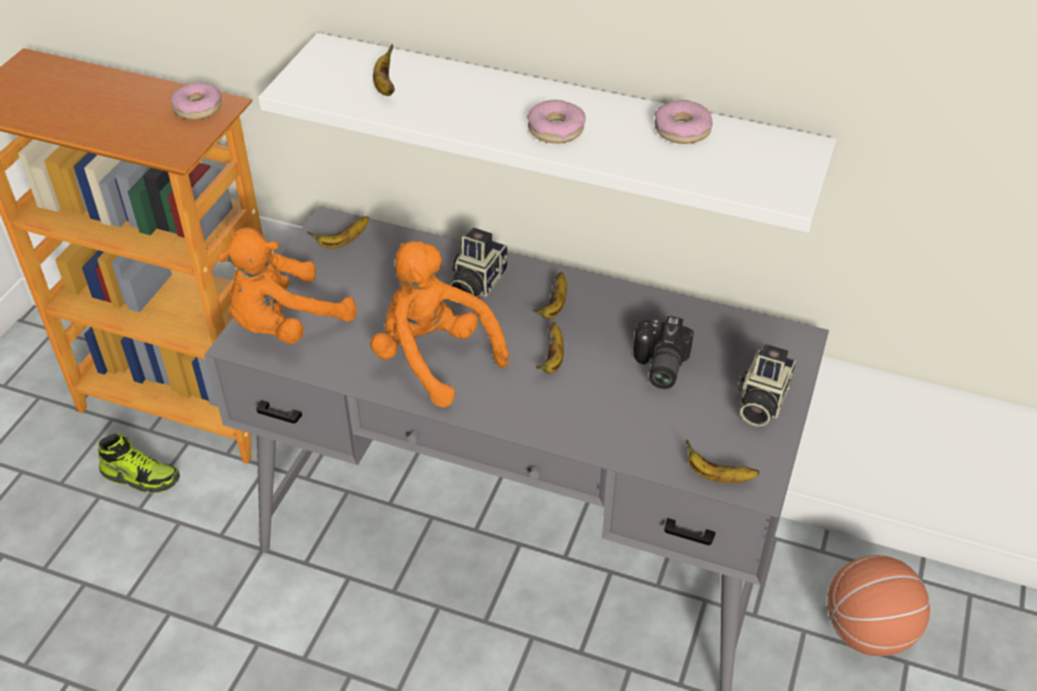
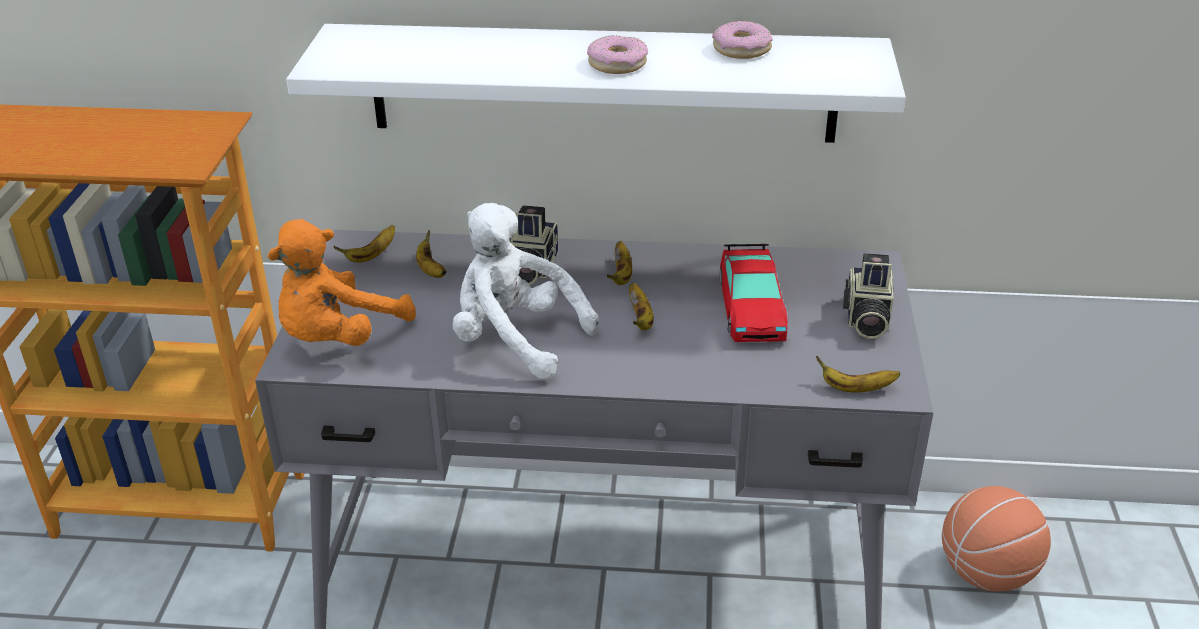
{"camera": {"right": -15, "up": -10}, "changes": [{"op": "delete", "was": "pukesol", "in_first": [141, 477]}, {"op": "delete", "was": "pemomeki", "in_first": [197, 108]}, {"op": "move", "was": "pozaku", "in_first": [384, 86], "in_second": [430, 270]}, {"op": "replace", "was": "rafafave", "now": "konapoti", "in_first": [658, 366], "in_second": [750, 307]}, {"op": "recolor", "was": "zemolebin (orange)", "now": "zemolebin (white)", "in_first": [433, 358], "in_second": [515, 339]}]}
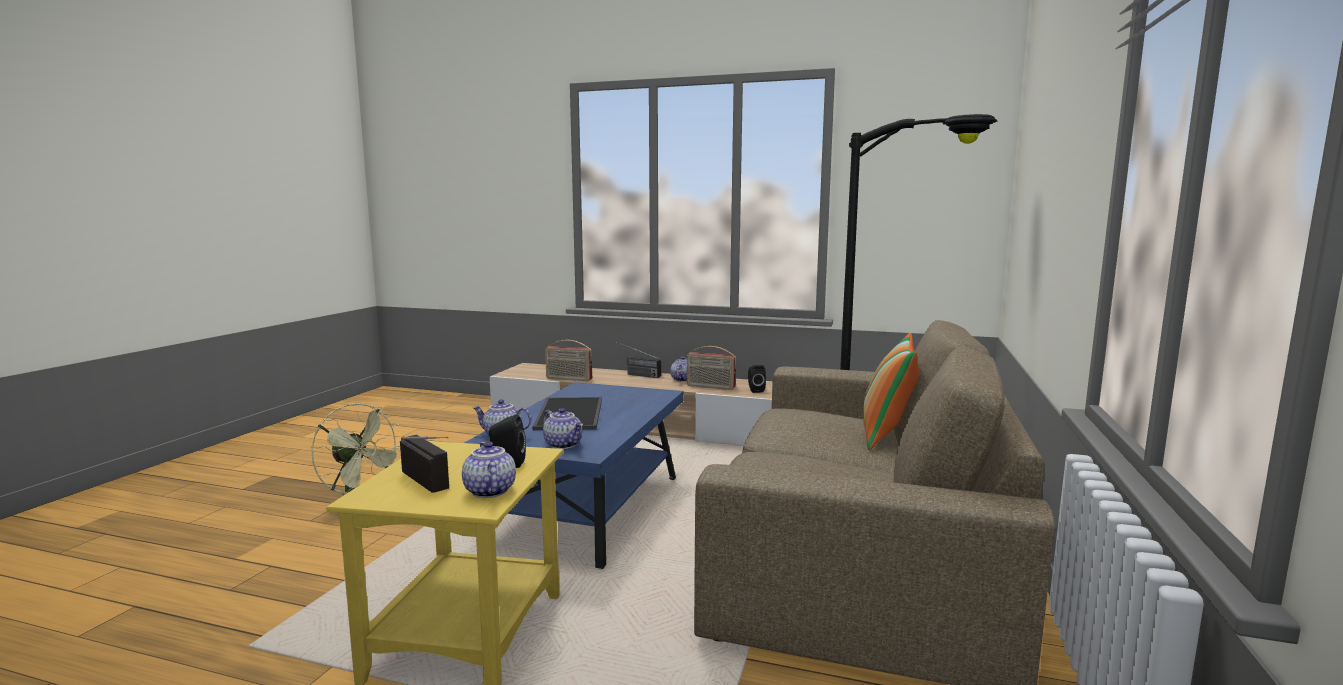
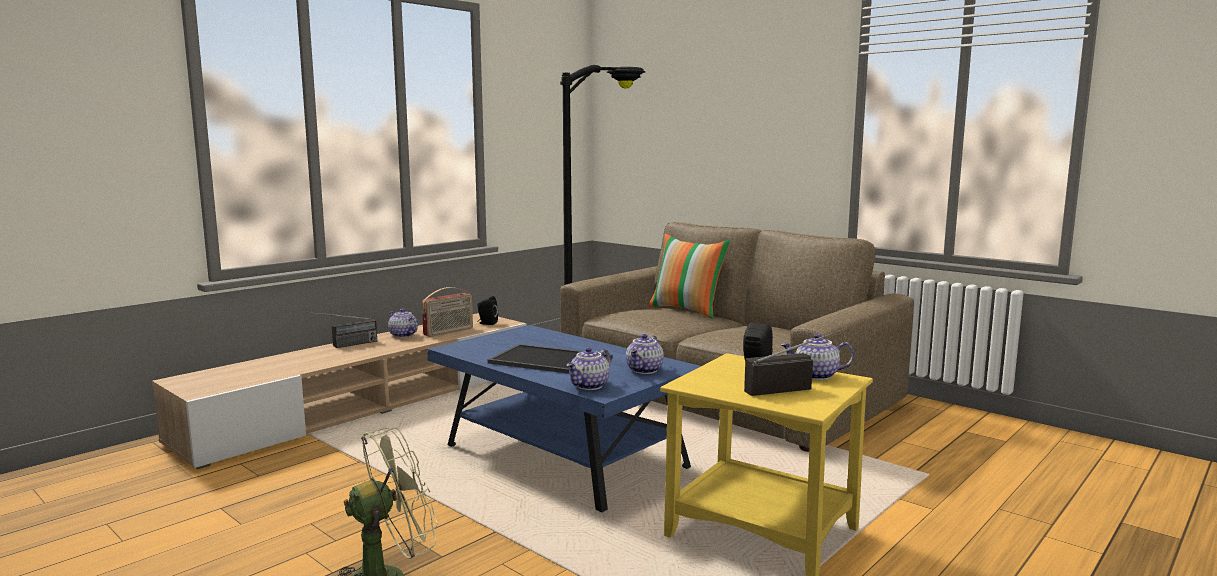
{"camera": {"right": -65, "up": 0}, "changes": [{"op": "delete", "was": "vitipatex", "in_first": [568, 379]}, {"op": "rotate", "was": "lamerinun", "in_first": [564, 445], "in_second": [645, 370], "clockwise": 135}]}
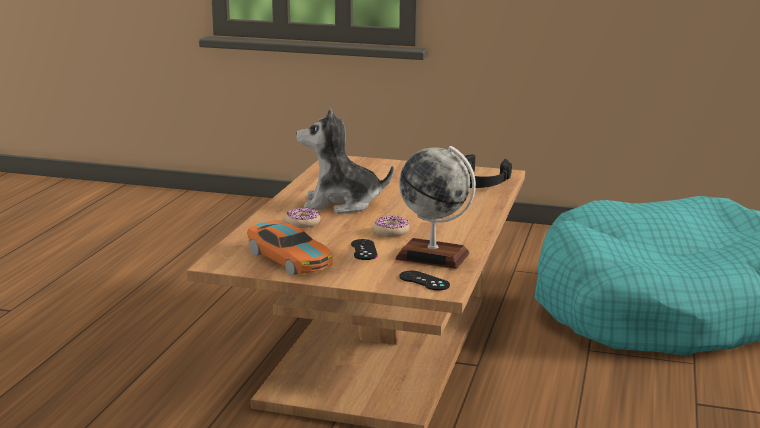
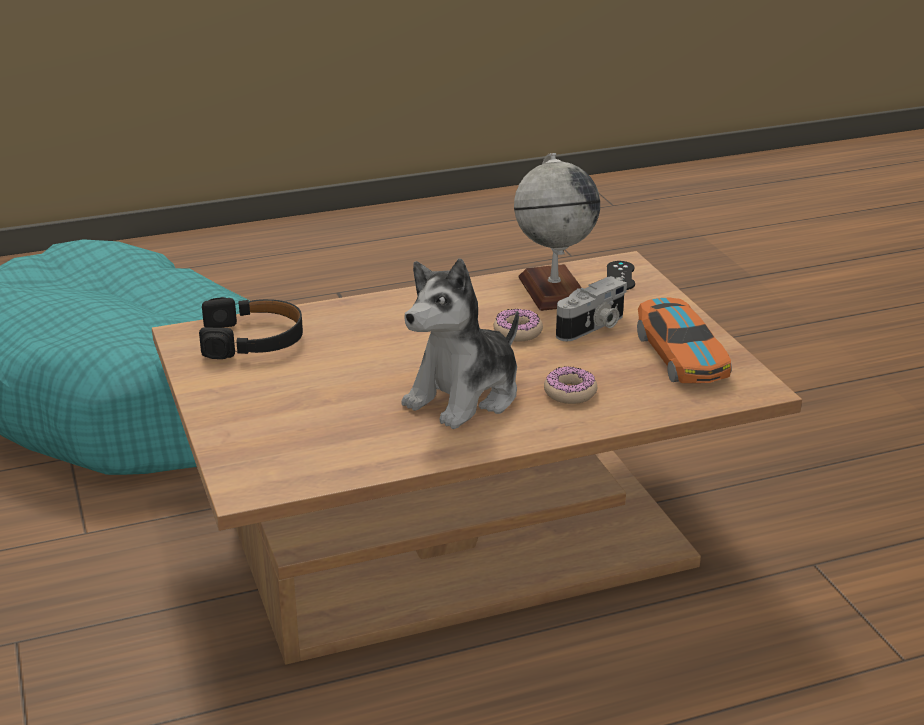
{"camera": {"right": -125, "up": 10}, "changes": [{"op": "replace", "was": "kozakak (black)", "now": "rafafave", "in_first": [364, 250], "in_second": [593, 327]}, {"op": "rotate", "was": "konapoti", "in_first": [289, 259], "in_second": [681, 355], "clockwise": 150}, {"op": "rotate", "was": "zemolebin", "in_first": [341, 204], "in_second": [465, 396], "clockwise": 75}]}
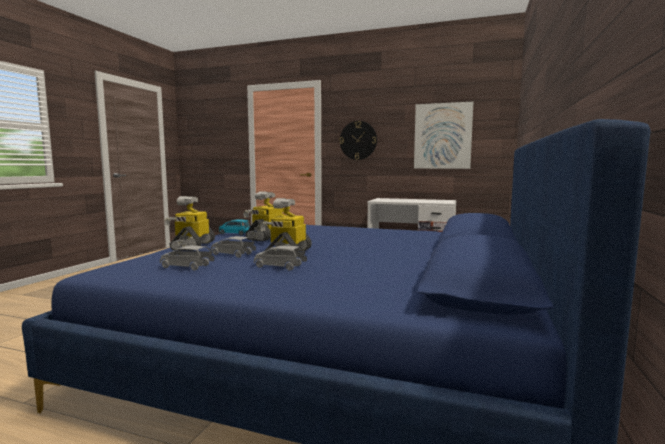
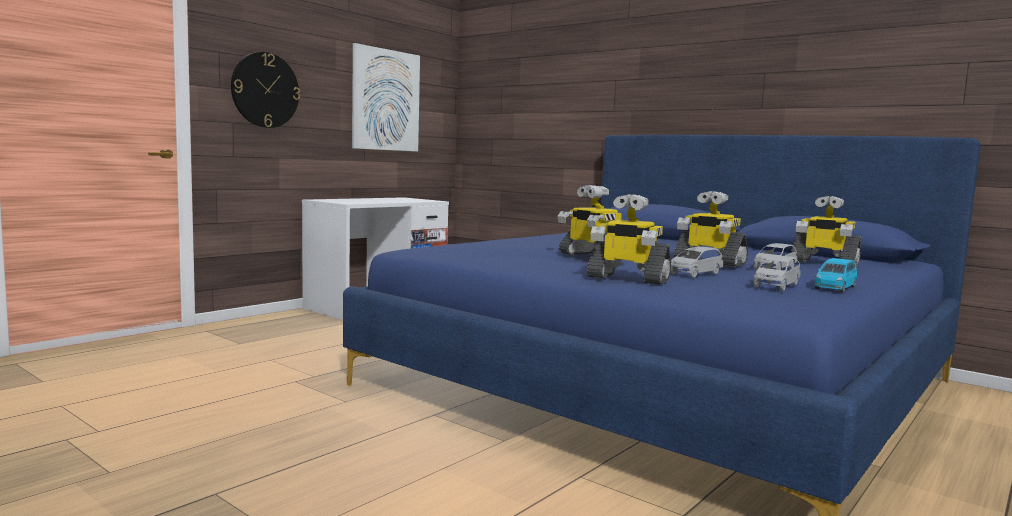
{"camera": {"right": -70, "up": 0}, "changes": [{"op": "insert", "now": "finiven", "in_second": [823, 263]}, {"op": "move", "was": "konapoti (blue)", "in_first": [234, 233], "in_second": [835, 288]}]}
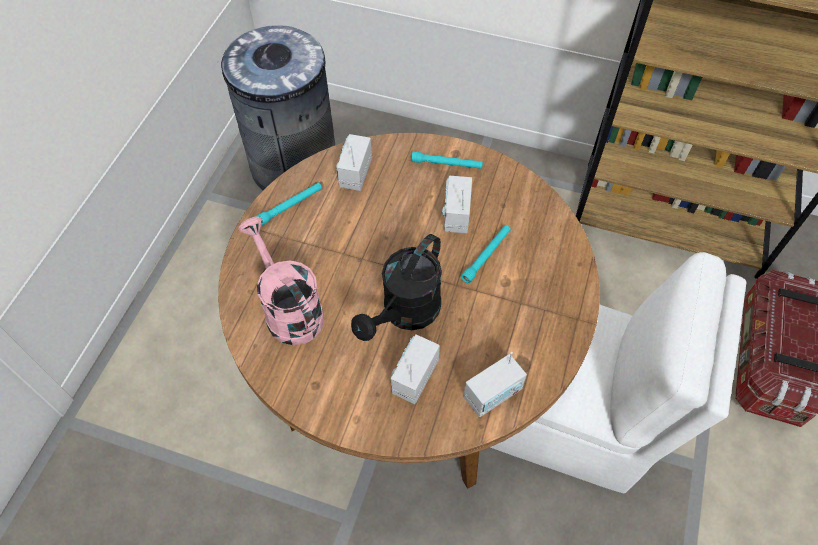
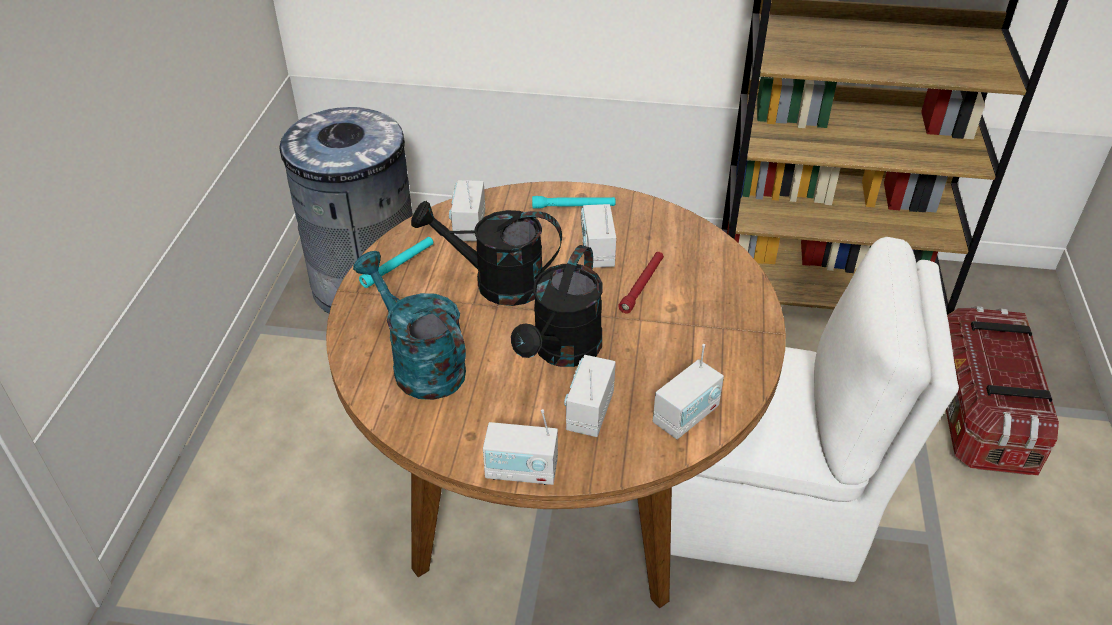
{"camera": {"right": -10, "up": -15}, "changes": [{"op": "insert", "now": "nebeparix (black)", "in_second": [496, 283]}, {"op": "insert", "now": "vitipatex", "in_second": [521, 471]}, {"op": "recolor", "was": "nebeparix (pink)", "now": "nebeparix (turquoise)", "in_first": [289, 309], "in_second": [420, 364]}, {"op": "recolor", "was": "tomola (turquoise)", "now": "tomola (red)", "in_first": [486, 256], "in_second": [642, 285]}]}
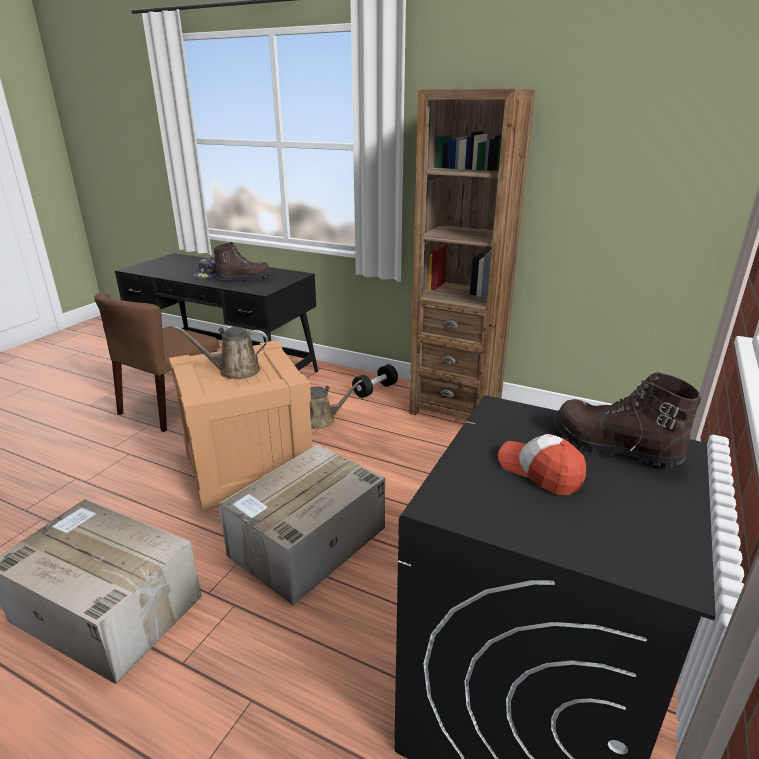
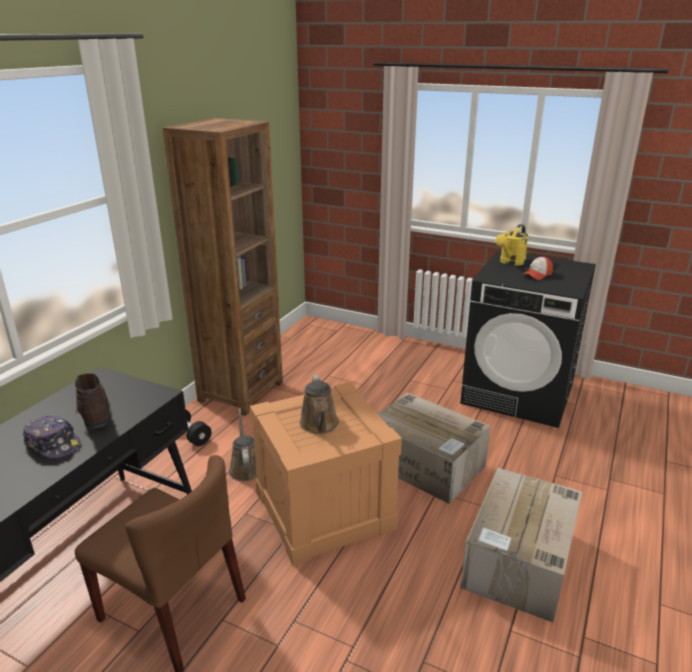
{"camera": {"right": -90, "up": 0}, "changes": [{"op": "replace", "was": "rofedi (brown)", "now": "nebeparix (yellow)", "in_first": [613, 447], "in_second": [510, 262]}]}
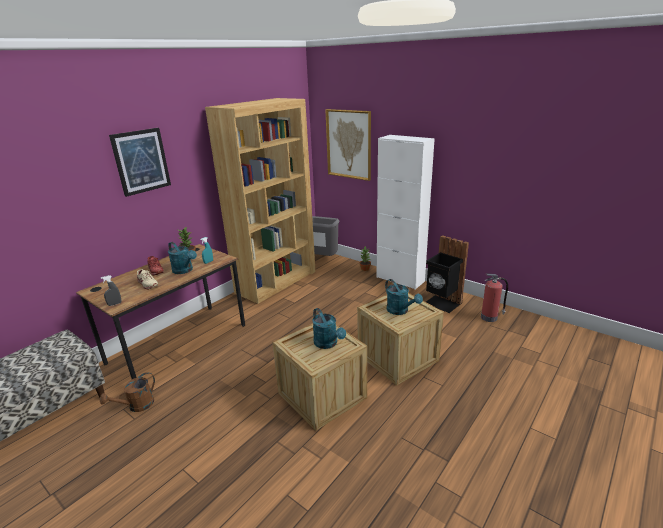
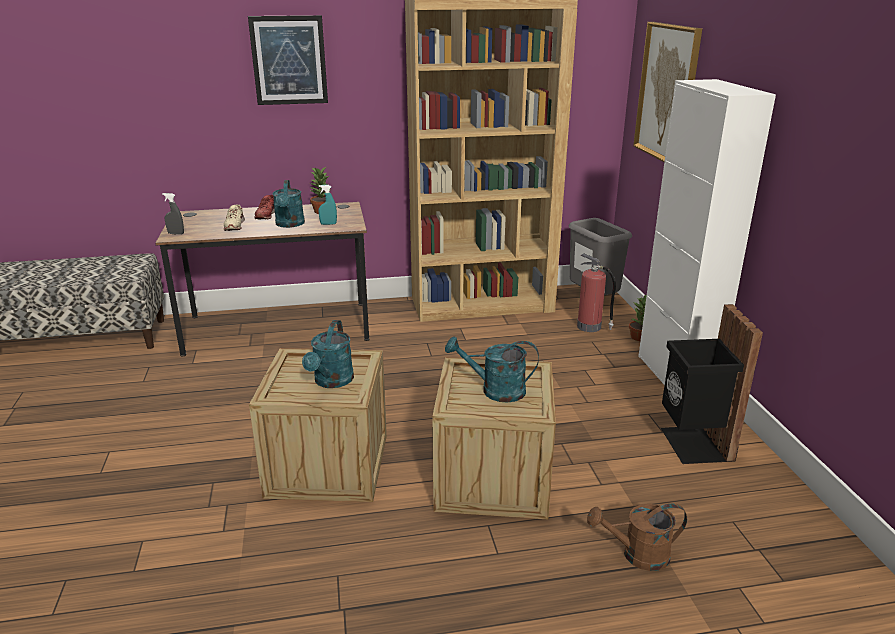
{"camera": {"right": 40, "up": 0}, "changes": [{"op": "move", "was": "nebeparix (brown)", "in_first": [137, 406], "in_second": [637, 555]}, {"op": "move", "was": "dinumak", "in_first": [490, 317], "in_second": [590, 327]}, {"op": "rotate", "was": "nebeparix (turquoise)", "in_first": [400, 311], "in_second": [495, 391], "clockwise": 90}]}
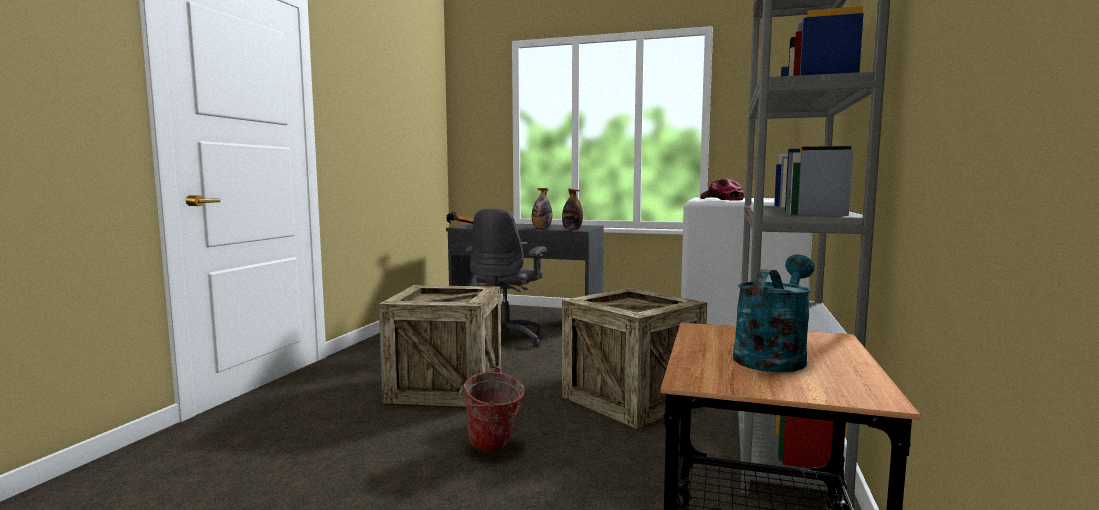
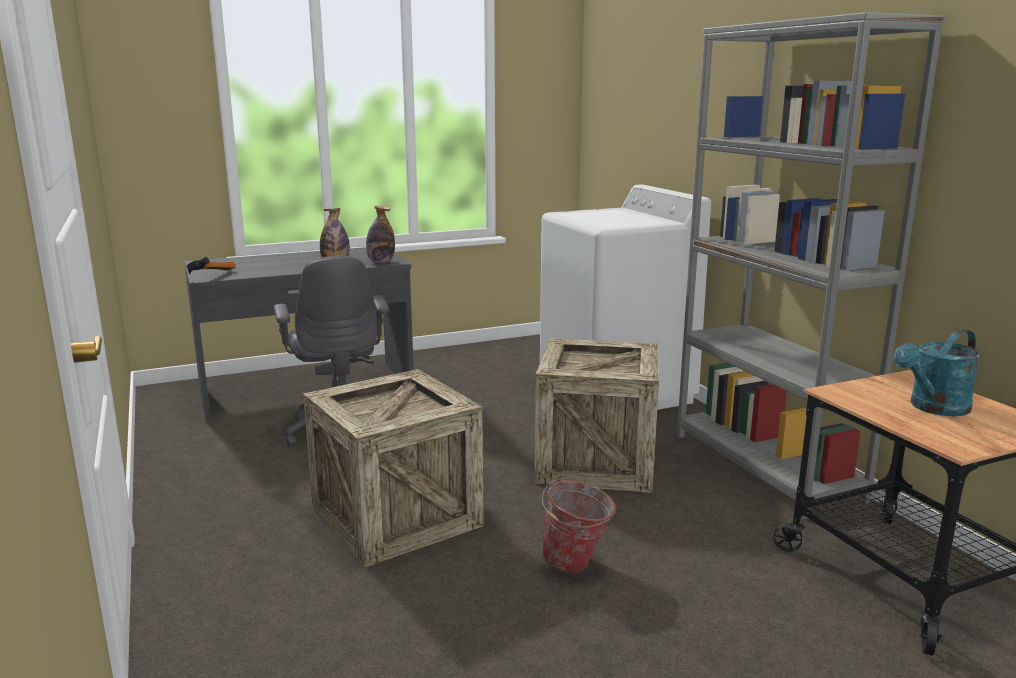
{"camera": {"right": -40, "up": 10}, "changes": [{"op": "delete", "was": "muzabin", "in_first": [721, 199]}, {"op": "rotate", "was": "nebeparix (turquoise)", "in_first": [773, 356], "in_second": [933, 408], "clockwise": -120}]}
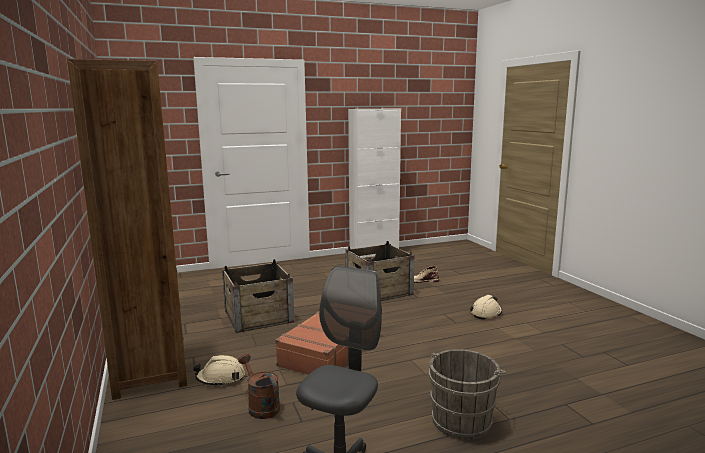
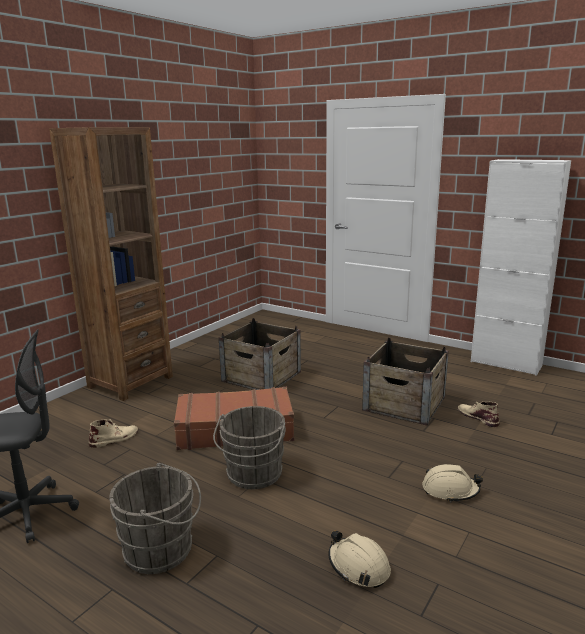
{"camera": {"right": 55, "up": 5}, "changes": [{"op": "insert", "now": "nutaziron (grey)", "in_second": [253, 475]}, {"op": "move", "was": "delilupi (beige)", "in_first": [220, 378], "in_second": [358, 566]}, {"op": "replace", "was": "nebeparix (brown)", "now": "rofedi (beige)", "in_first": [260, 406], "in_second": [115, 438]}]}
